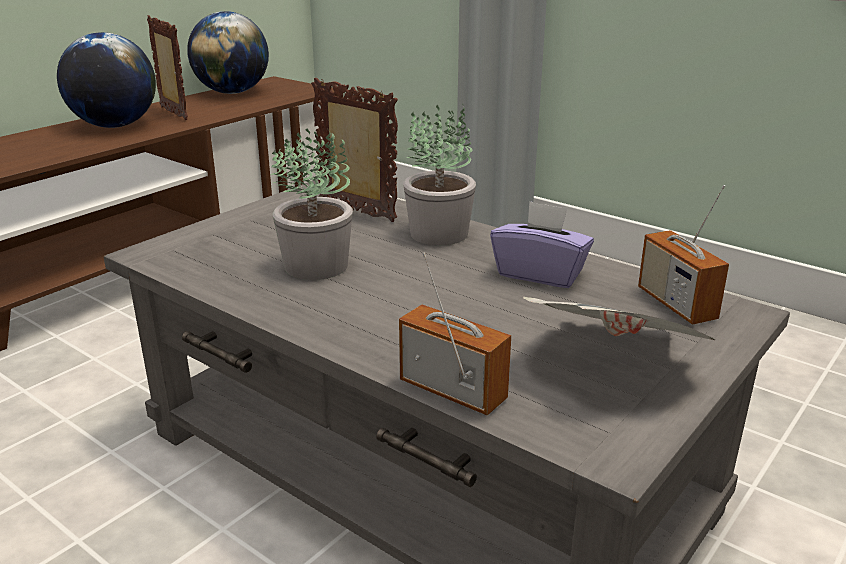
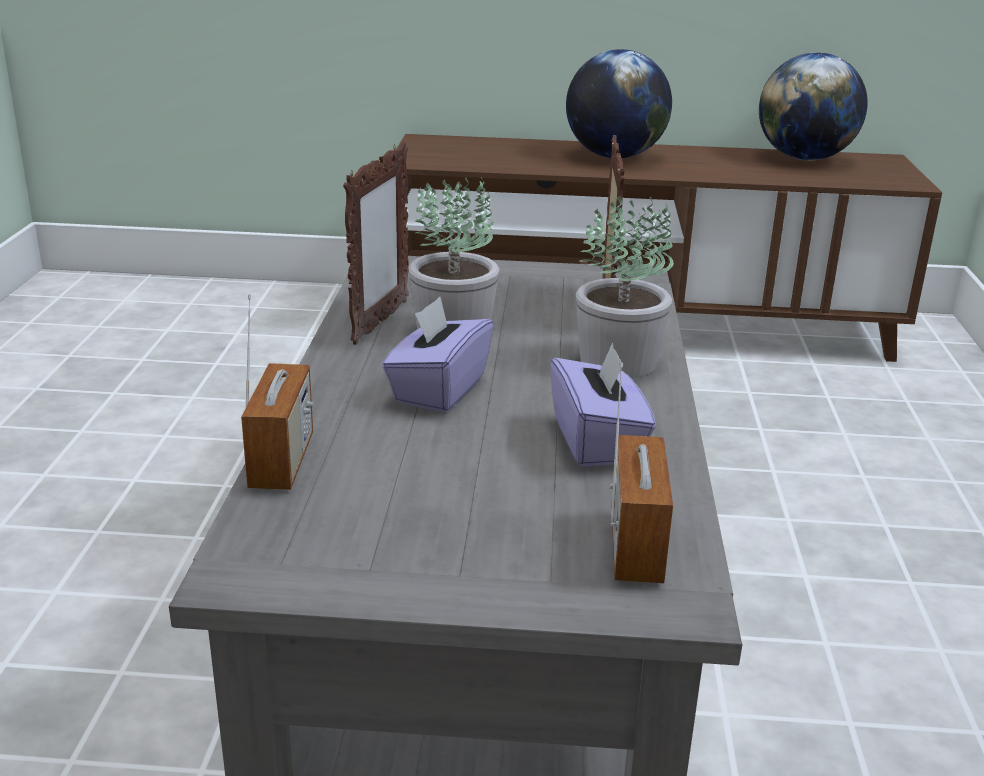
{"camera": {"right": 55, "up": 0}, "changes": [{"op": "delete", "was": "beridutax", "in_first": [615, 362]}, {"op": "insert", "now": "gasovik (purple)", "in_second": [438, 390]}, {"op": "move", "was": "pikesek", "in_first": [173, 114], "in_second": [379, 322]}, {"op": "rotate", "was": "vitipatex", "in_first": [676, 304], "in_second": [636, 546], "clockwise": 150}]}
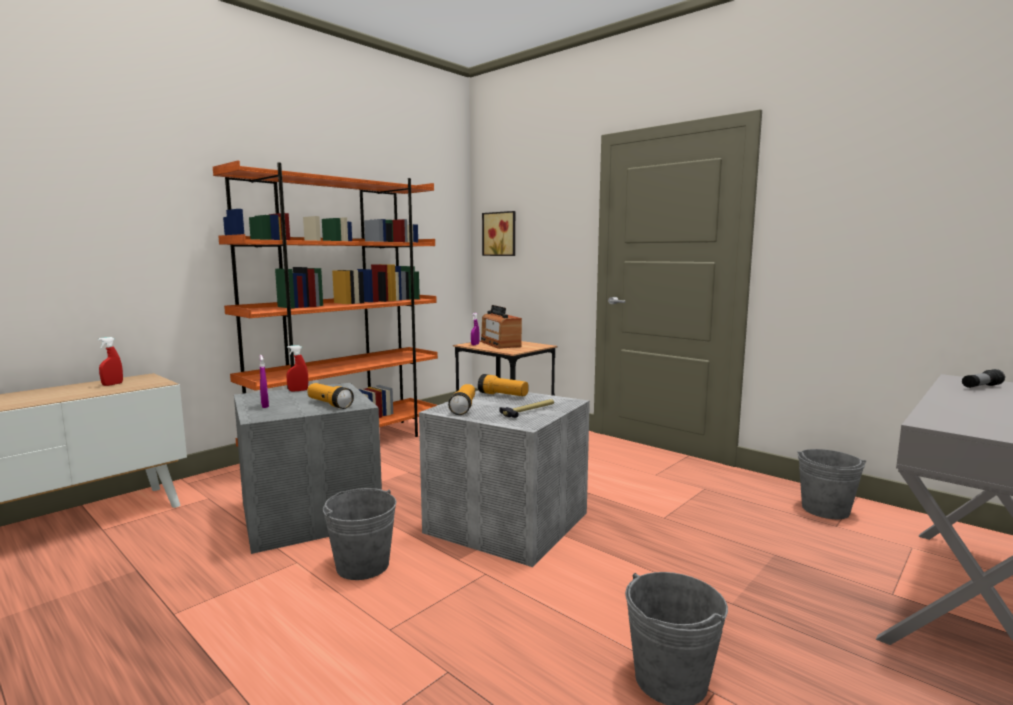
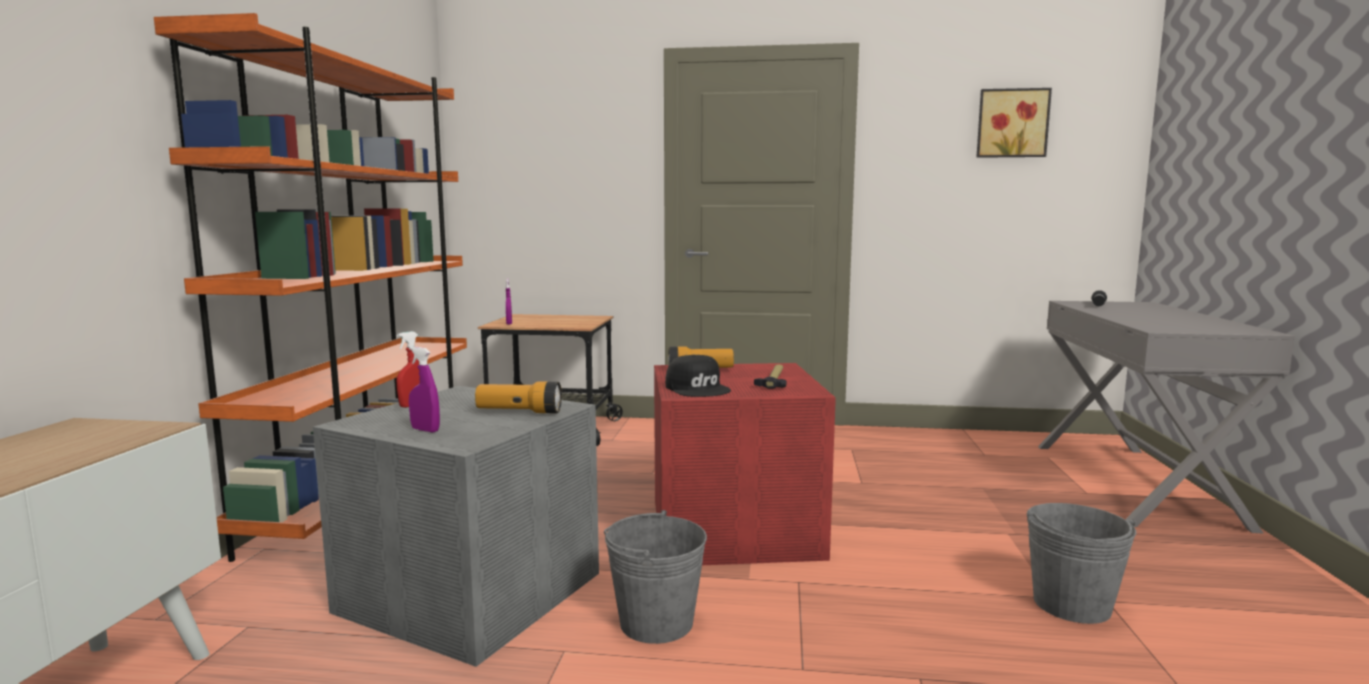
{"camera": {"right": -35, "up": 0}, "changes": [{"op": "delete", "was": "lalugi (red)", "in_first": [112, 384]}, {"op": "delete", "was": "vitipatex", "in_first": [500, 344]}, {"op": "delete", "was": "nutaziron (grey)", "in_first": [825, 509]}, {"op": "move", "was": "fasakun", "in_first": [500, 234], "in_second": [1012, 123]}, {"op": "replace", "was": "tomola", "now": "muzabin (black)", "in_first": [463, 408], "in_second": [698, 388]}, {"op": "recolor", "was": "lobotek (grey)", "now": "lobotek (red)", "in_first": [506, 521], "in_second": [731, 527]}]}
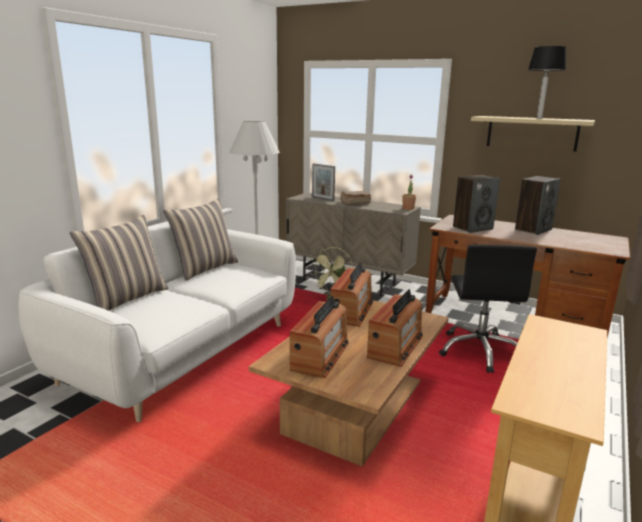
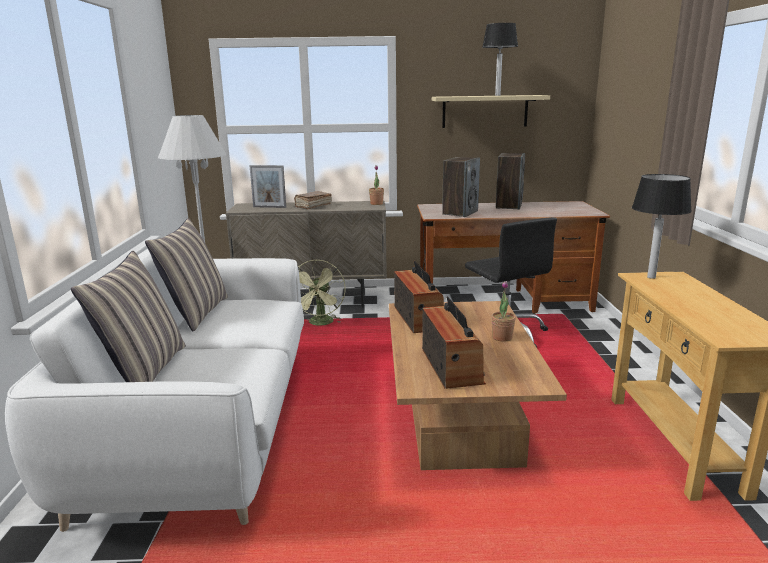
{"camera": {"right": -30, "up": 0}, "changes": [{"op": "insert", "now": "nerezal", "in_second": [651, 277]}, {"op": "replace", "was": "vitipatex", "now": "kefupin", "in_first": [395, 346], "in_second": [502, 337]}]}
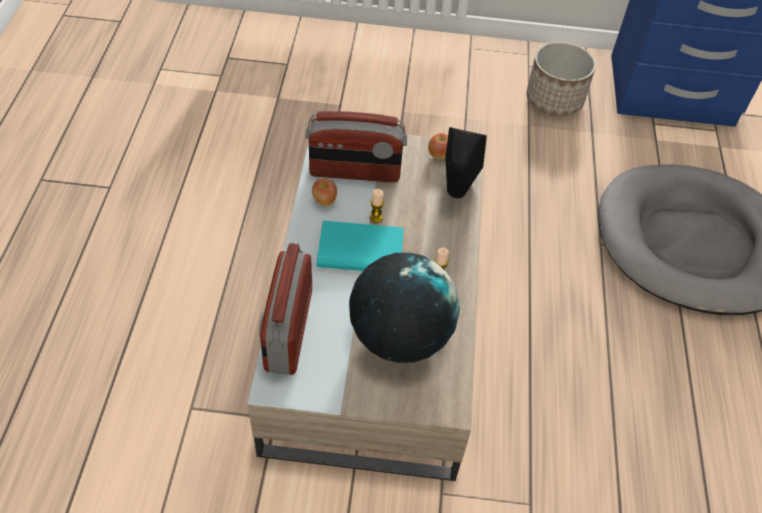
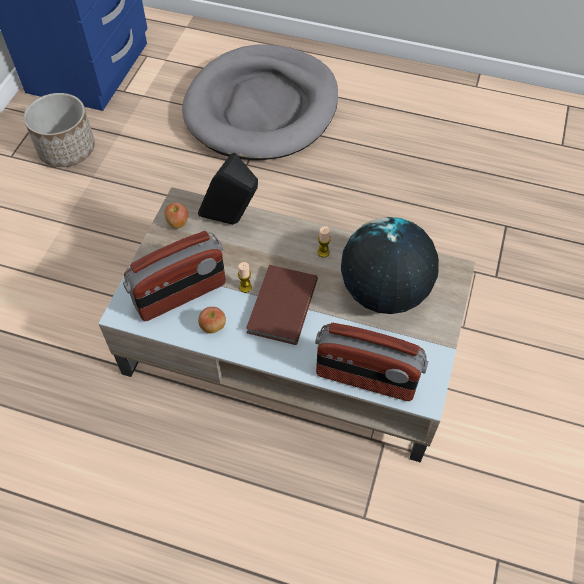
{"camera": {"right": -75, "up": 5}, "changes": [{"op": "recolor", "was": "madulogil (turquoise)", "now": "madulogil (brown)", "in_first": [359, 248], "in_second": [280, 306]}, {"op": "rotate", "was": "vitipatex", "in_first": [355, 172], "in_second": [180, 295], "clockwise": 45}]}
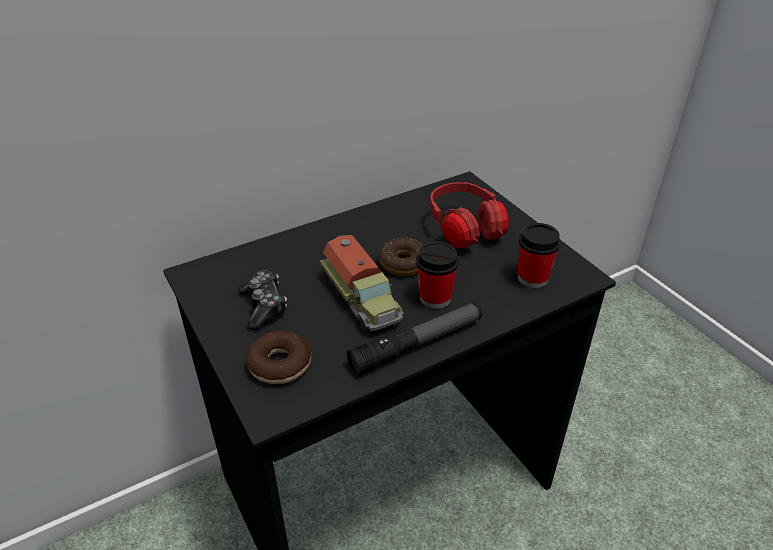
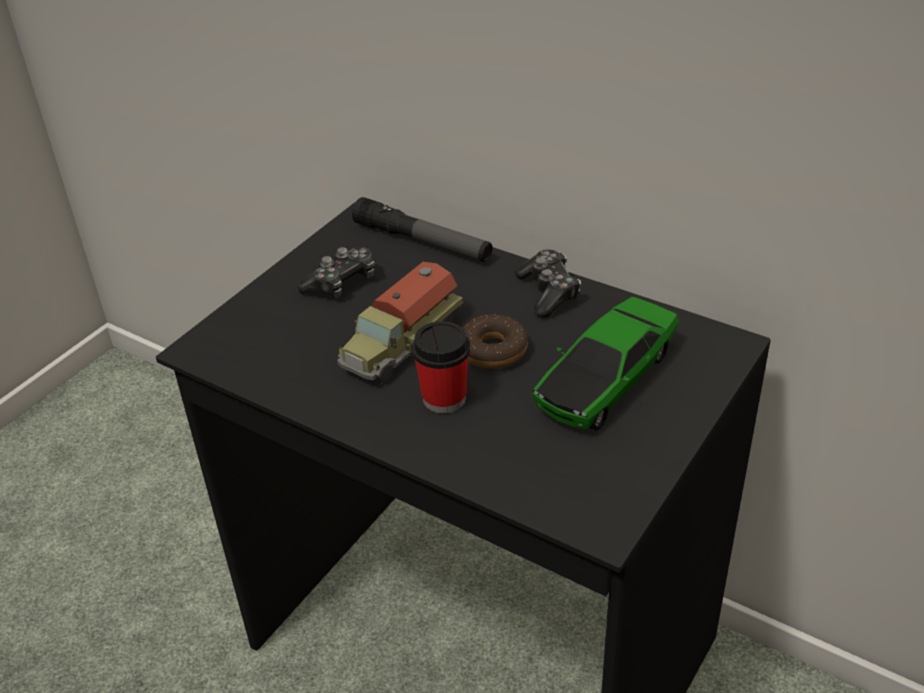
{"camera": {"right": 65, "up": 0}, "changes": [{"op": "delete", "was": "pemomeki", "in_first": [280, 364]}, {"op": "delete", "was": "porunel", "in_first": [532, 278]}, {"op": "insert", "now": "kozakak", "in_second": [548, 292]}, {"op": "move", "was": "tomola", "in_first": [417, 344], "in_second": [422, 241]}, {"op": "replace", "was": "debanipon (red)", "now": "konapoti", "in_first": [465, 231], "in_second": [606, 380]}]}
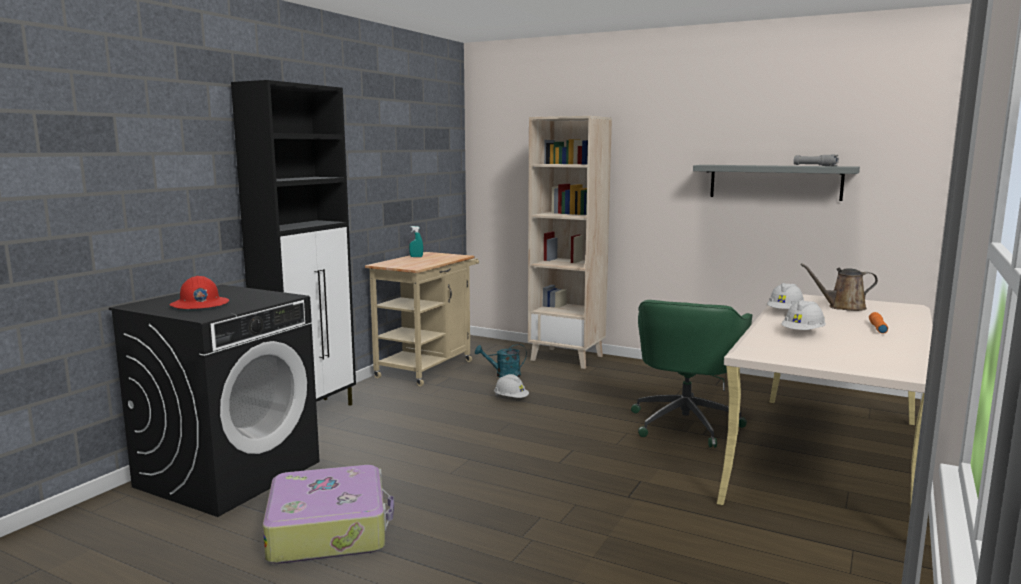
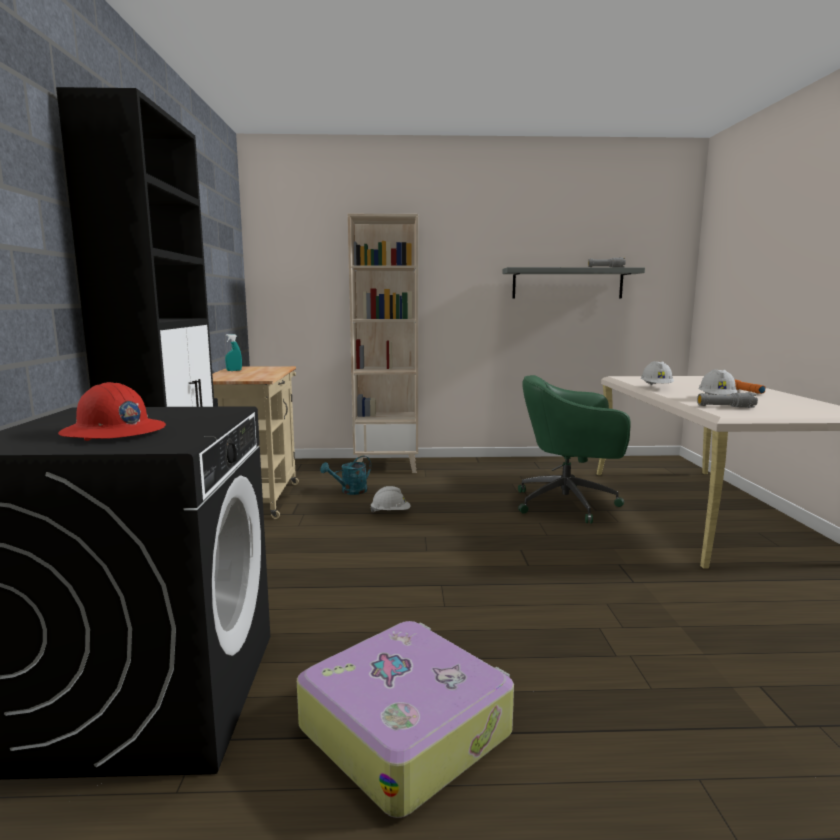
{"camera": {"right": -30, "up": 0}, "changes": [{"op": "delete", "was": "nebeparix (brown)", "in_first": [843, 307]}, {"op": "insert", "now": "tomola (grey)", "in_second": [725, 407]}, {"op": "rotate", "was": "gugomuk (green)", "in_first": [685, 423], "in_second": [569, 504], "clockwise": 105}]}
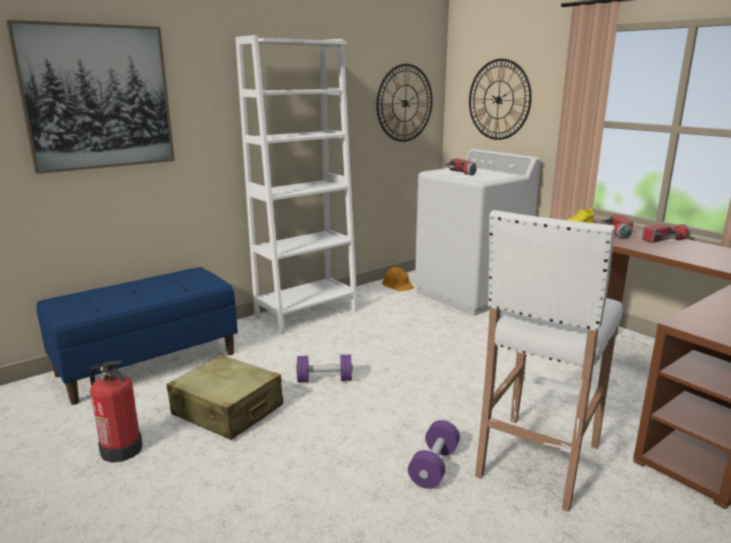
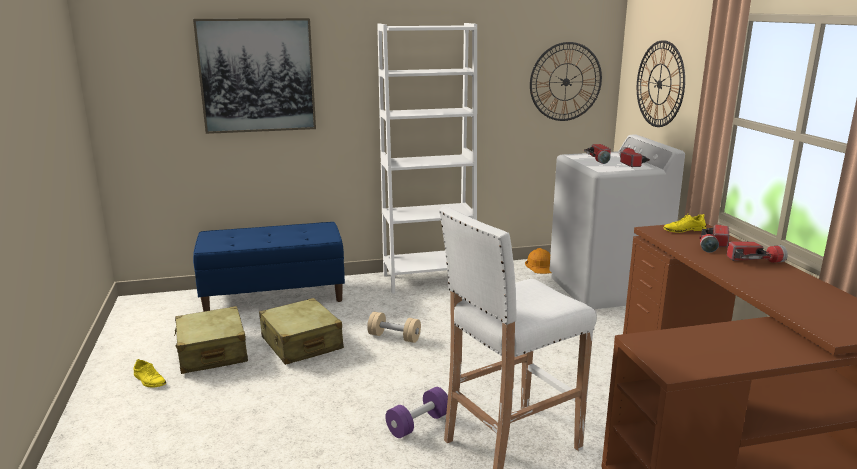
{"camera": {"right": 25, "up": 0}, "changes": [{"op": "insert", "now": "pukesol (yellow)", "in_second": [149, 380]}, {"op": "insert", "now": "tomola", "in_second": [630, 163]}, {"op": "replace", "was": "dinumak", "now": "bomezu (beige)", "in_first": [121, 449], "in_second": [212, 352]}, {"op": "recolor", "was": "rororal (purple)", "now": "rororal (beige)", "in_first": [324, 379], "in_second": [394, 337]}]}
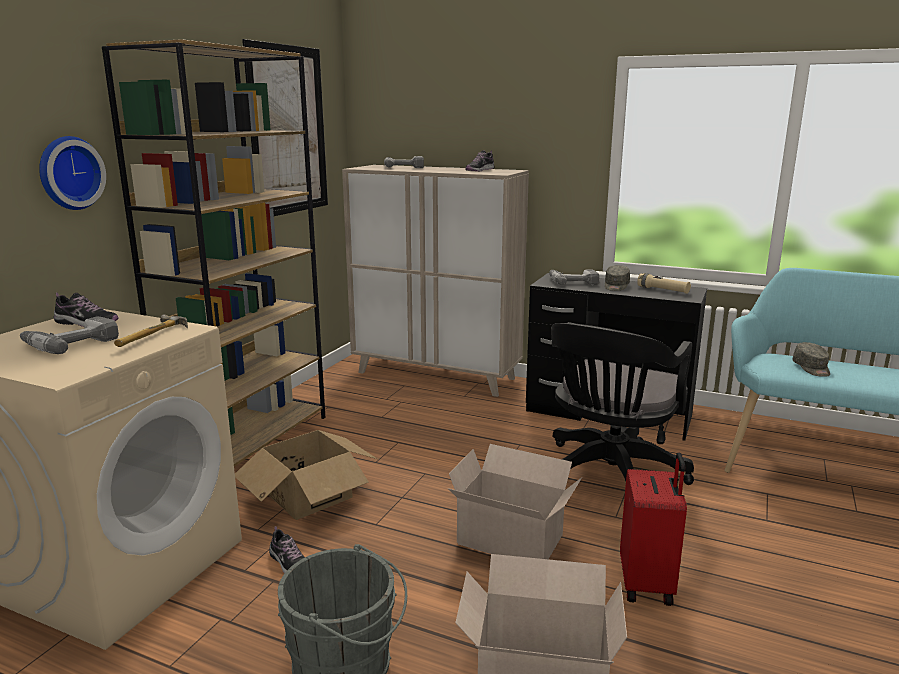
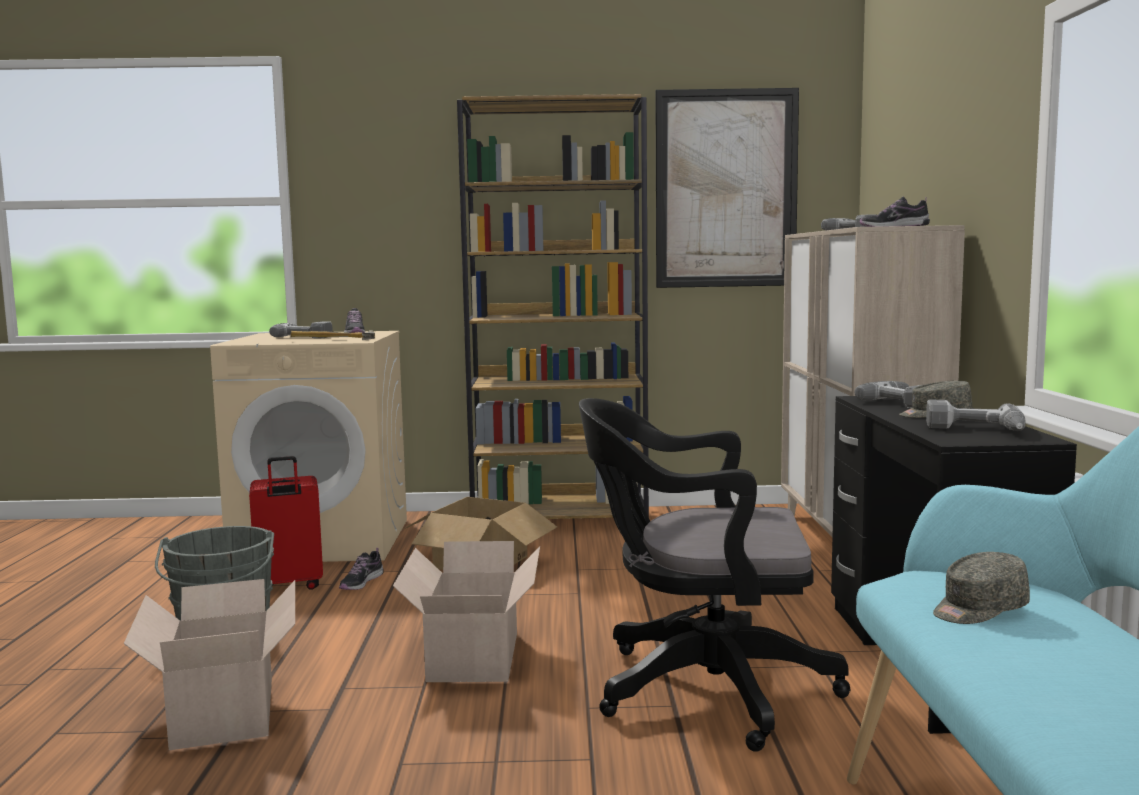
{"camera": {"right": 65, "up": -10}, "changes": [{"op": "delete", "was": "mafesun", "in_first": [68, 173]}, {"op": "move", "was": "bomezu (red)", "in_first": [648, 583], "in_second": [288, 586]}, {"op": "replace", "was": "tomola (beige)", "now": "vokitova", "in_first": [663, 290], "in_second": [975, 429]}]}
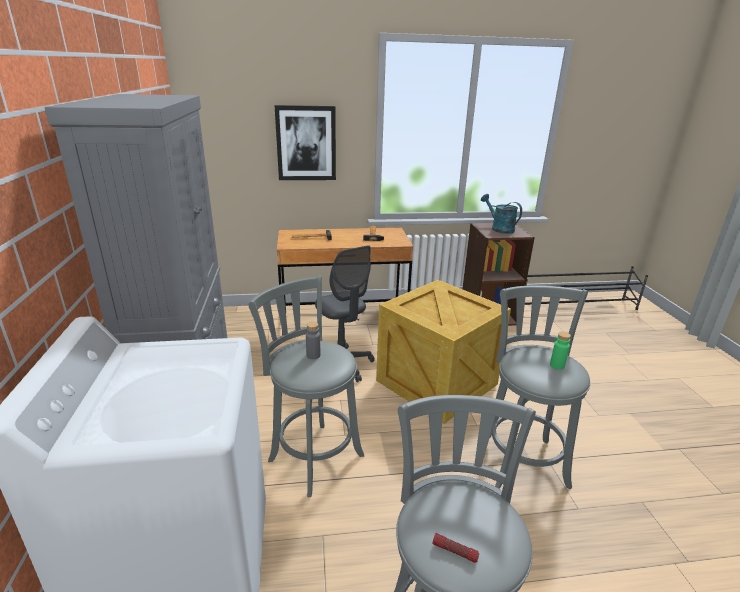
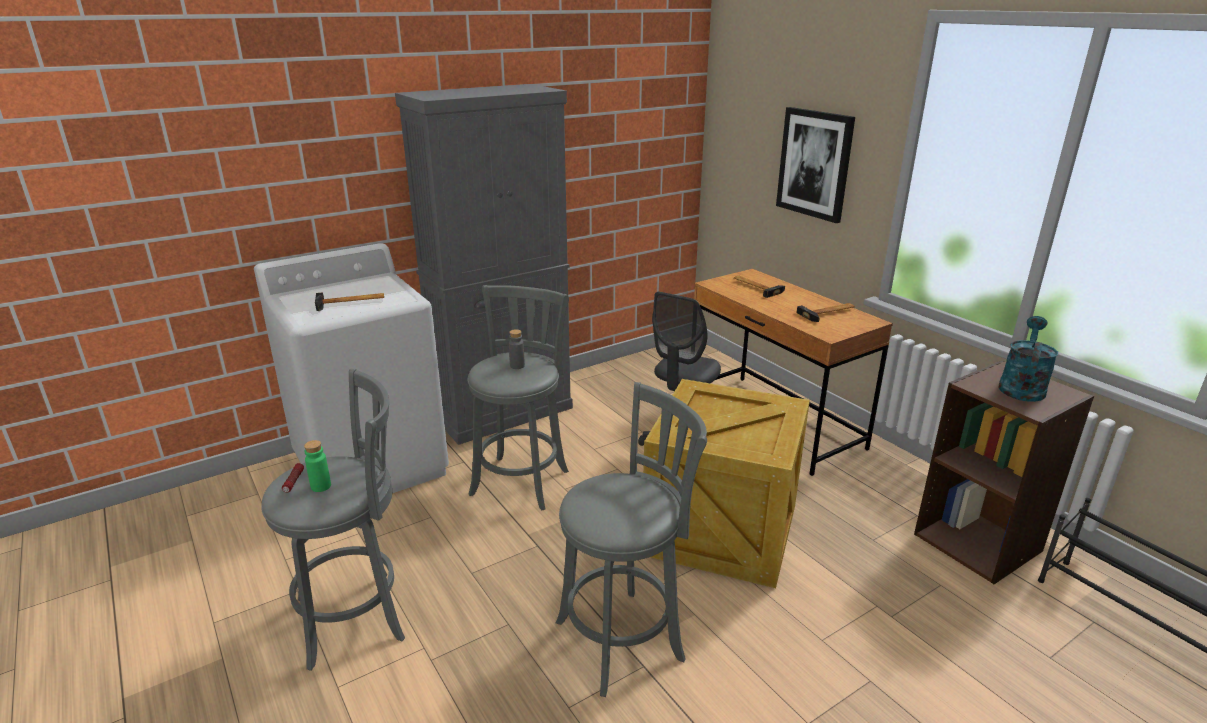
{"camera": {"right": 65, "up": 0}, "changes": [{"op": "insert", "now": "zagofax", "in_second": [351, 303]}, {"op": "move", "was": "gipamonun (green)", "in_first": [557, 365], "in_second": [321, 486]}]}
